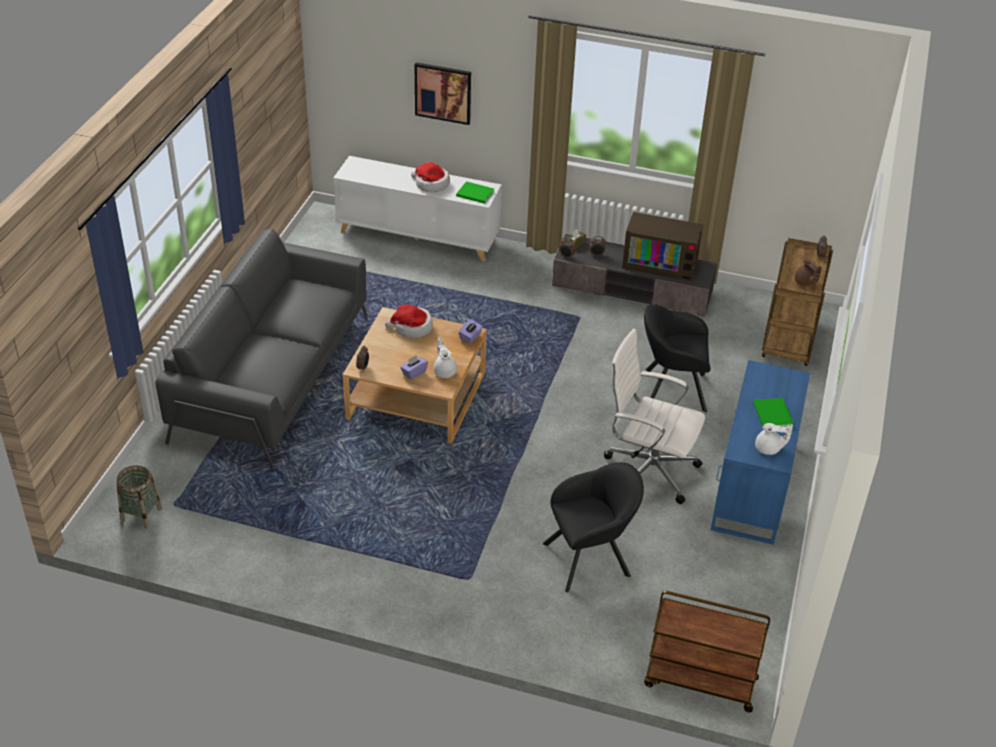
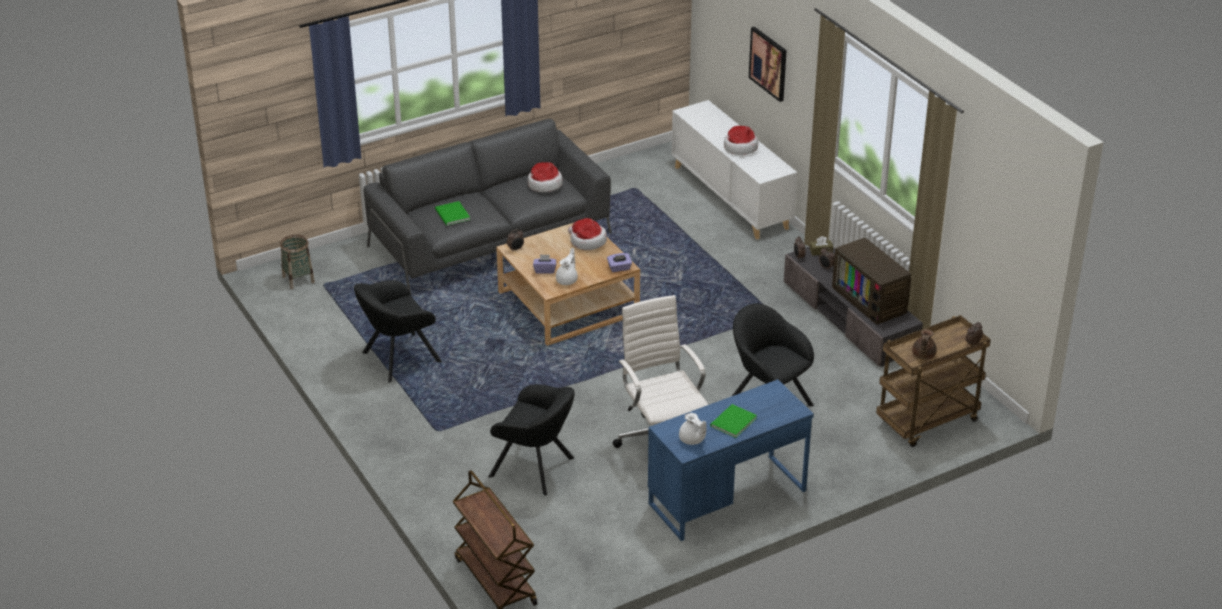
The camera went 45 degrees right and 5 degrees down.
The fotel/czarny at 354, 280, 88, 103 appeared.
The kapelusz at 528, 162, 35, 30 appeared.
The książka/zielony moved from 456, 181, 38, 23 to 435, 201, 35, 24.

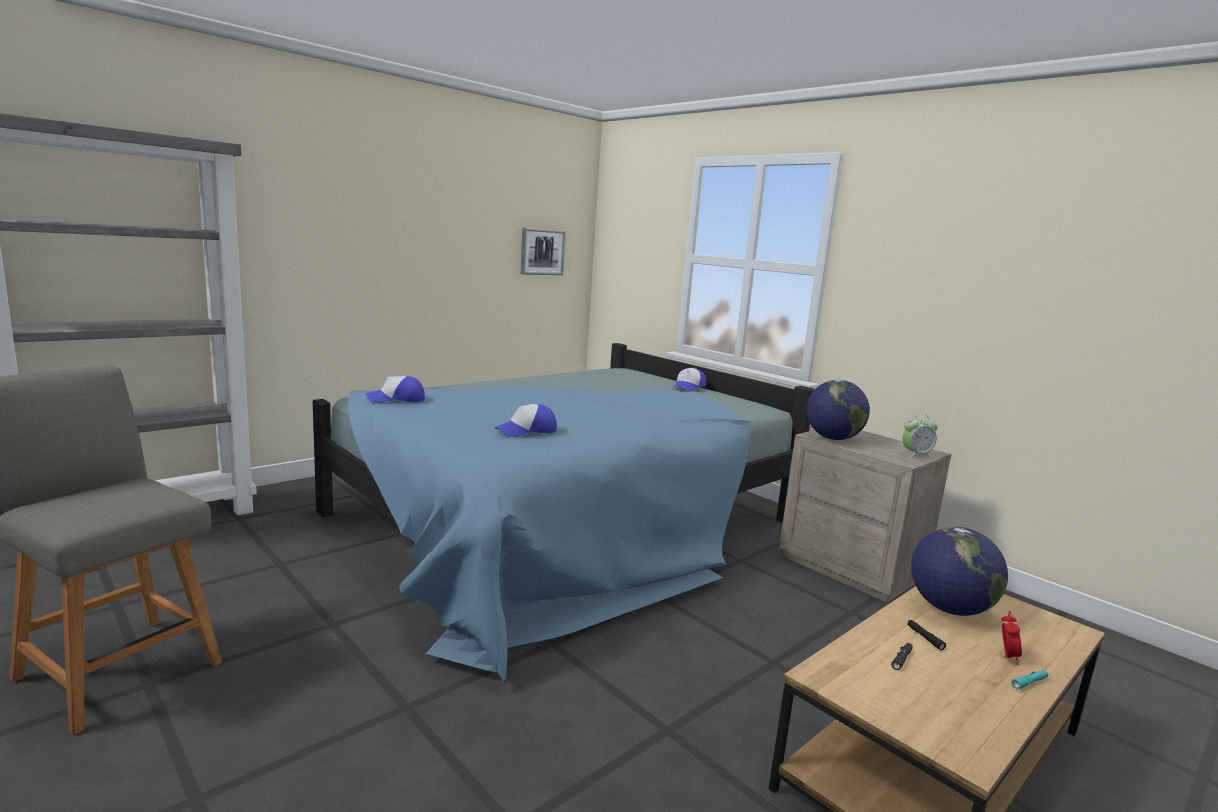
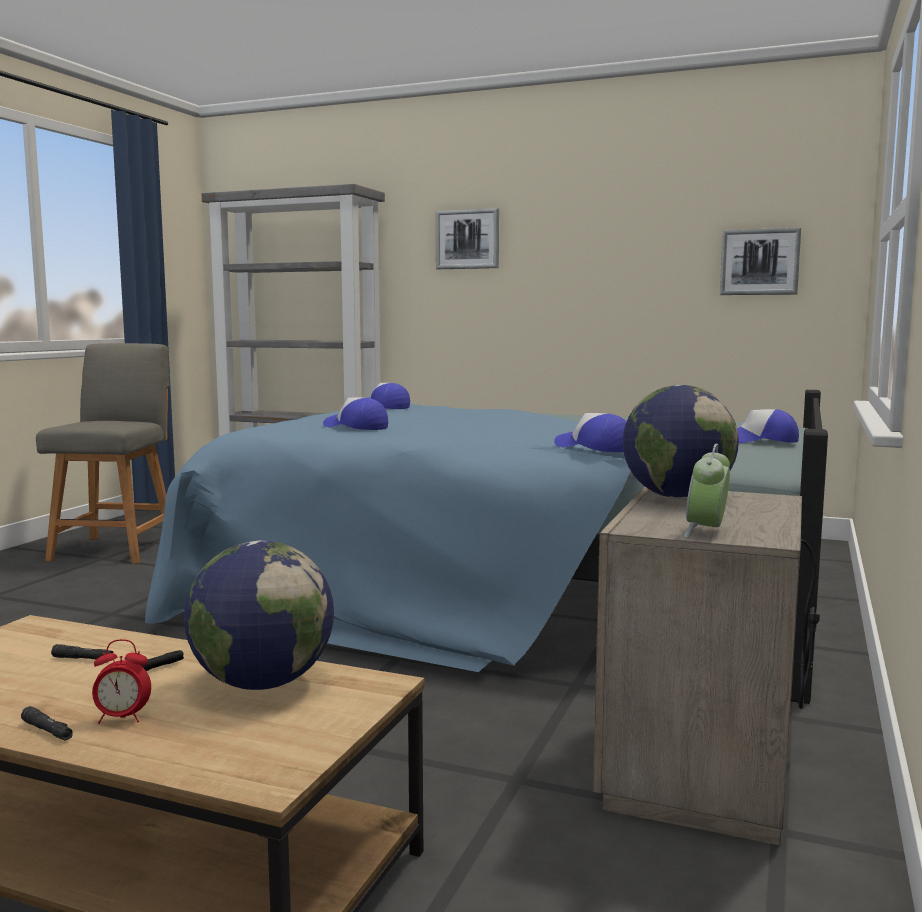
The camera went 65 degrees right and 5 degrees down.
The obraz at 436, 208, 63, 61 appeared.
The czapka z daszkiem at 554, 413, 72, 39 appeared.
The latarka/turkusowy at 1011, 670, 37, 19 became the latarka/czarny at 21, 706, 52, 34.
The budzik at 902, 414, 36, 44 turned 60 degrees clockwise.

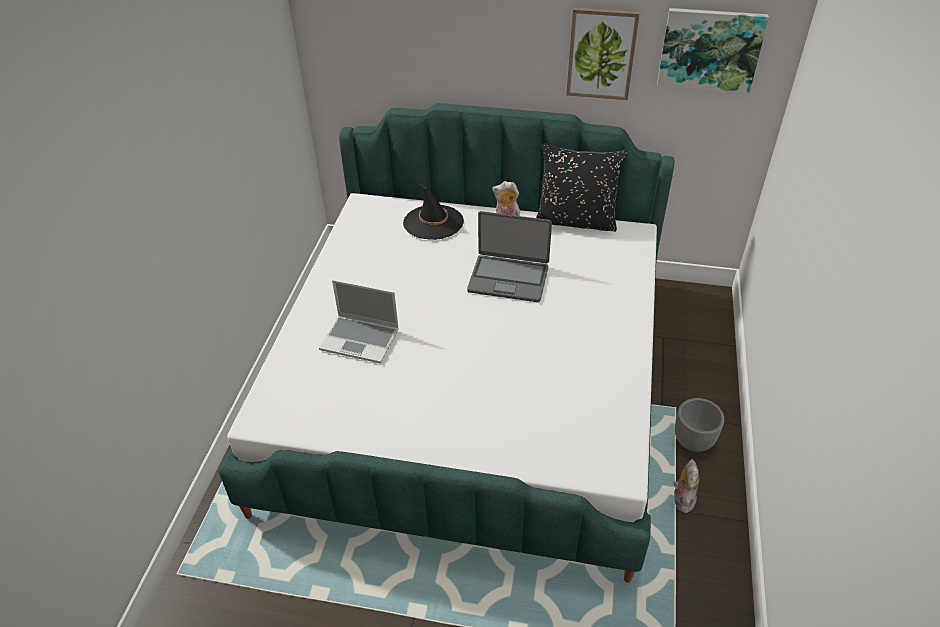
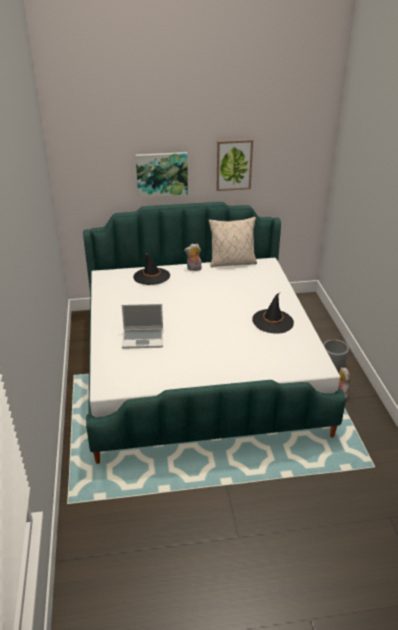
The camera went 20 degrees left and 10 degrees down.
The laptop at 467, 211, 85, 91 disappeared.
The kapelusz/czarny at 252, 293, 42, 40 appeared.
The obraz moved from 657, 8, 112, 86 to 136, 152, 52, 46.
The poduszka/czarny at 536, 143, 91, 89 became the poduszka/beżowy at 208, 217, 49, 50.

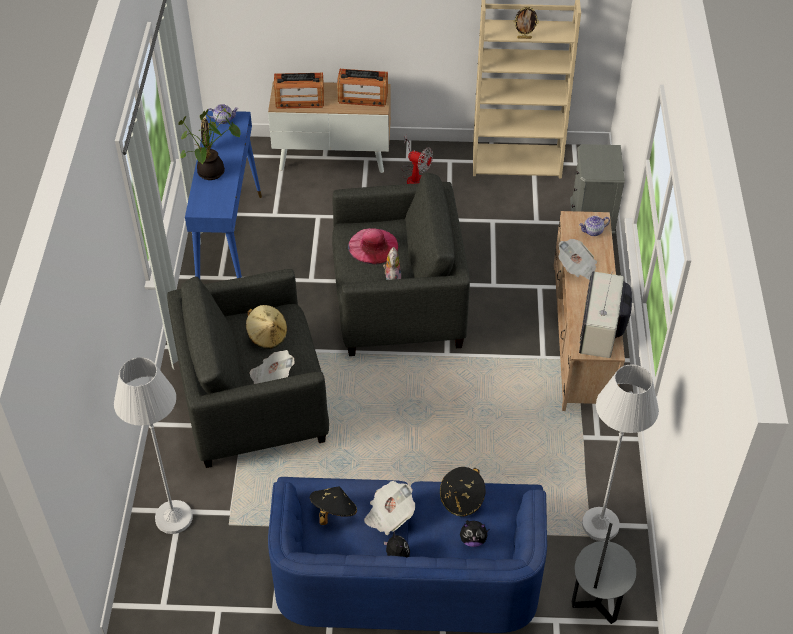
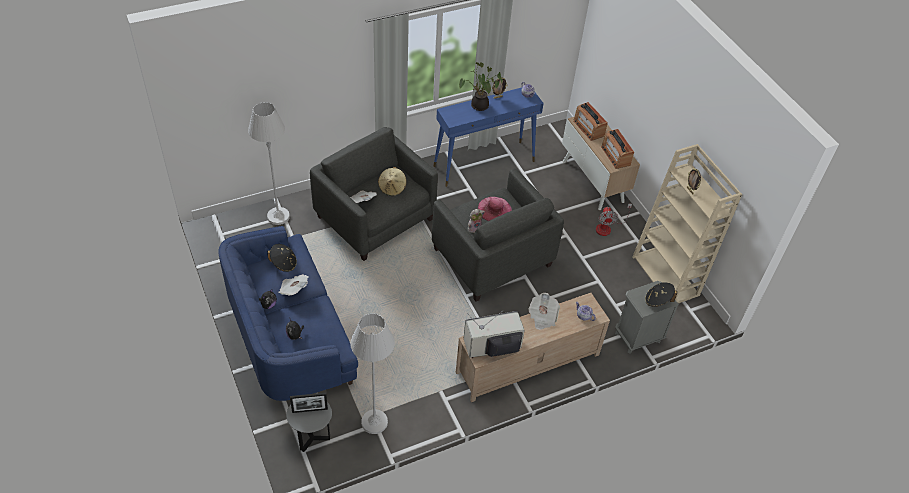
The camera went 60 degrees right and 0 degrees up.
The kapelusz/czarny moved from 440, 467, 46, 50 to 645, 282, 32, 25.

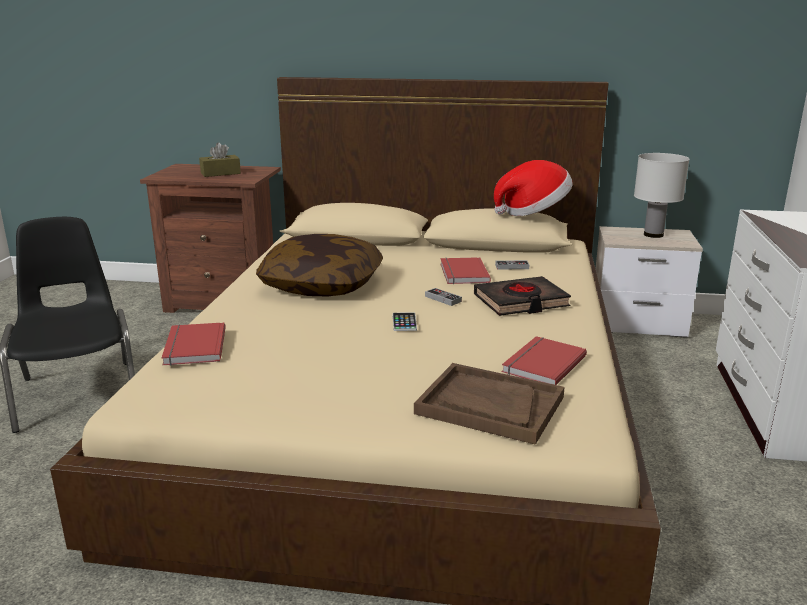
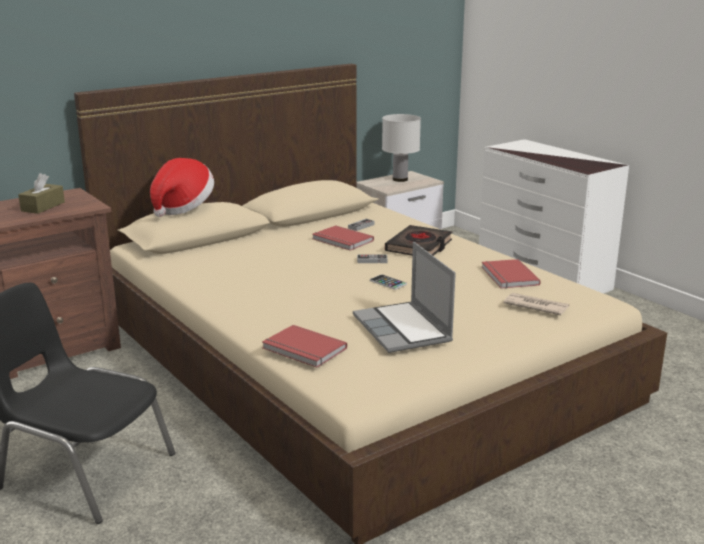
The camera went 45 degrees left and 0 degrees up.
The poduszka at 256, 234, 127, 63 disappeared.
The laptop at 353, 242, 103, 111 appeared.
The kapelusz moved from 494, 160, 79, 56 to 150, 158, 64, 59.
The taca/brązowy at 414, 363, 151, 82 was replaced by the gazeta at 503, 293, 66, 22.

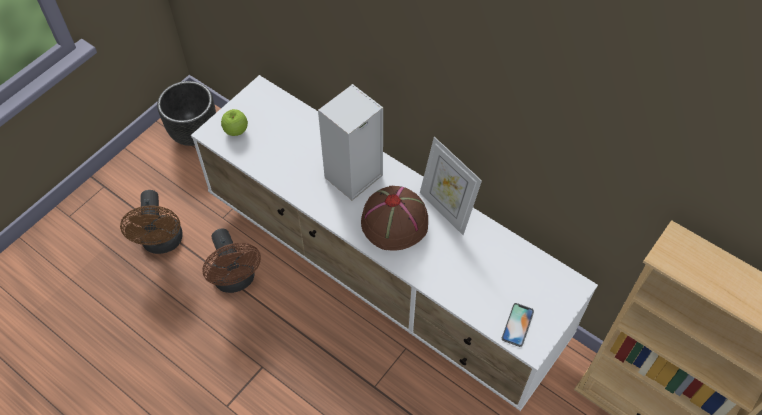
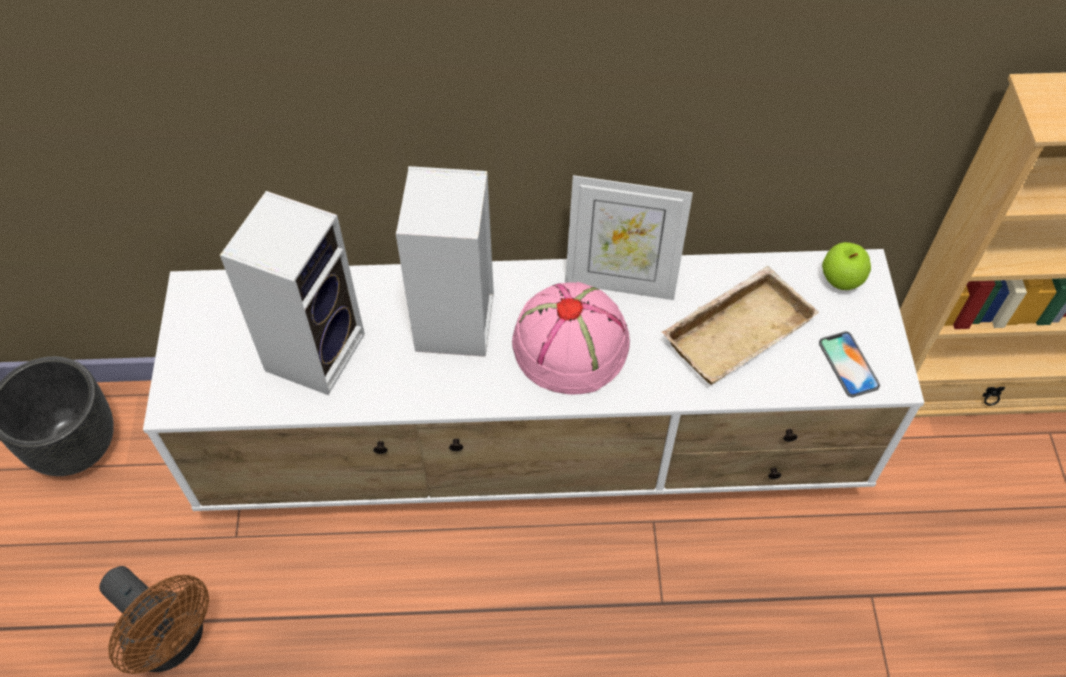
The camera went 40 degrees left and 0 degrees up.
The wentylator/brązowy at 202, 228, 59, 65 disappeared.
The głośnik at 220, 191, 145, 204 appeared.
The taca/beżowy at 662, 266, 157, 119 appeared.
The jabłko moved from 221, 109, 27, 27 to 822, 242, 49, 48.
The kapelusz/brązowy at 361, 186, 67, 65 became the kapelusz/różowy at 512, 282, 118, 112.

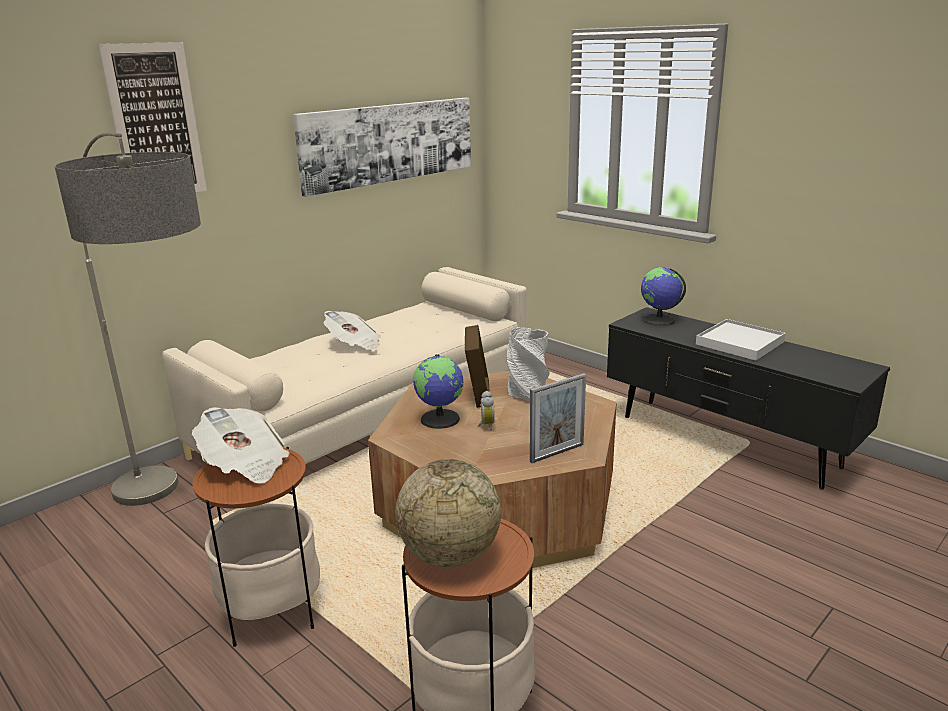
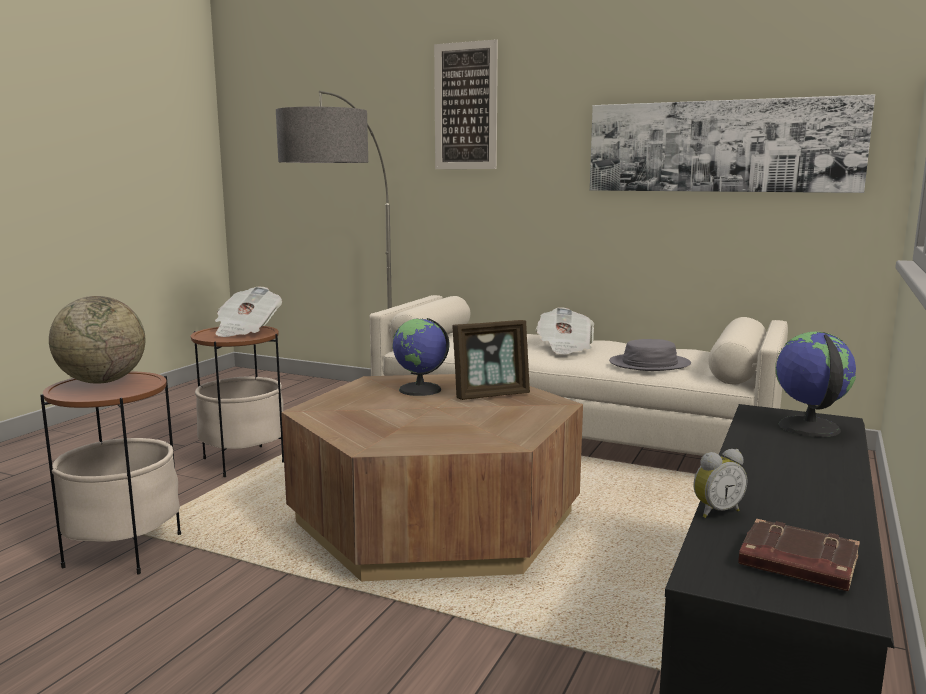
The camera went 70 degrees right and 10 degrees down.
The wazon/szary at 507, 327, 42, 75 disappeared.
The ramka na zdjęcie at 530, 373, 56, 90 disappeared.
The taca/biały at 696, 319, 90, 42 disappeared.
The kapelusz/szary at 609, 339, 82, 32 appeared.
The książka/brązowy at 738, 519, 122, 72 appeared.
The budzik moved from 479, 391, 16, 39 to 694, 449, 53, 69.

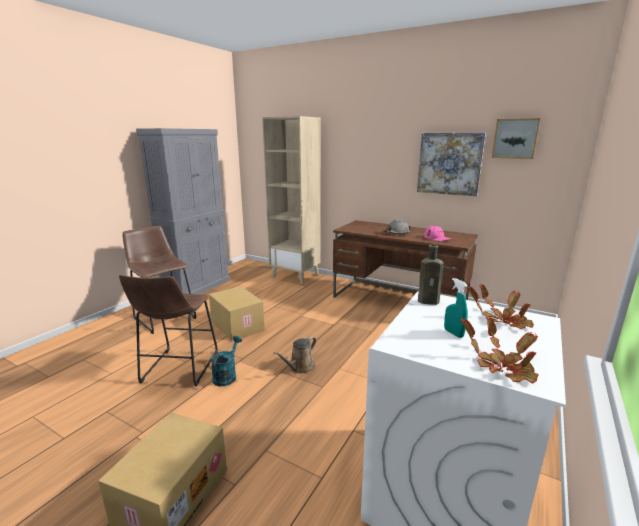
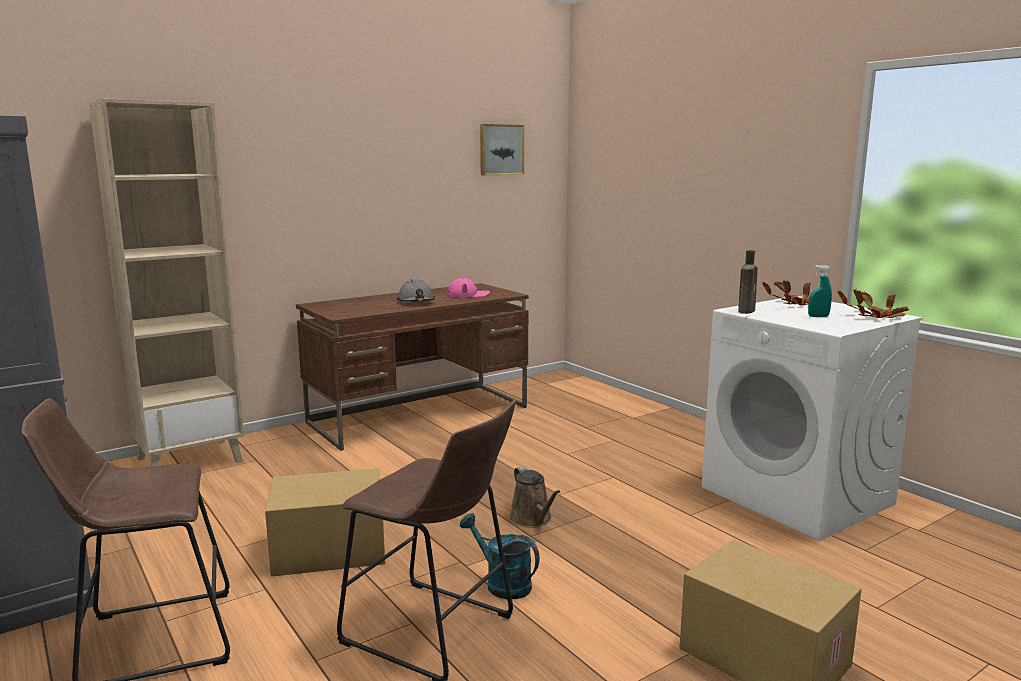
The camera went 65 degrees left and 5 degrees down.
The obraz at 417, 133, 69, 63 disappeared.

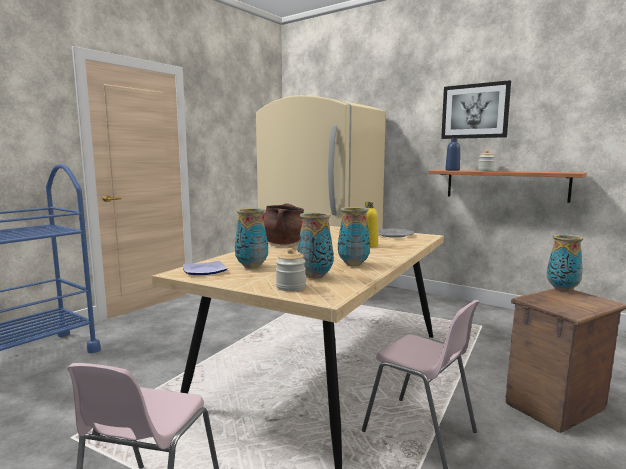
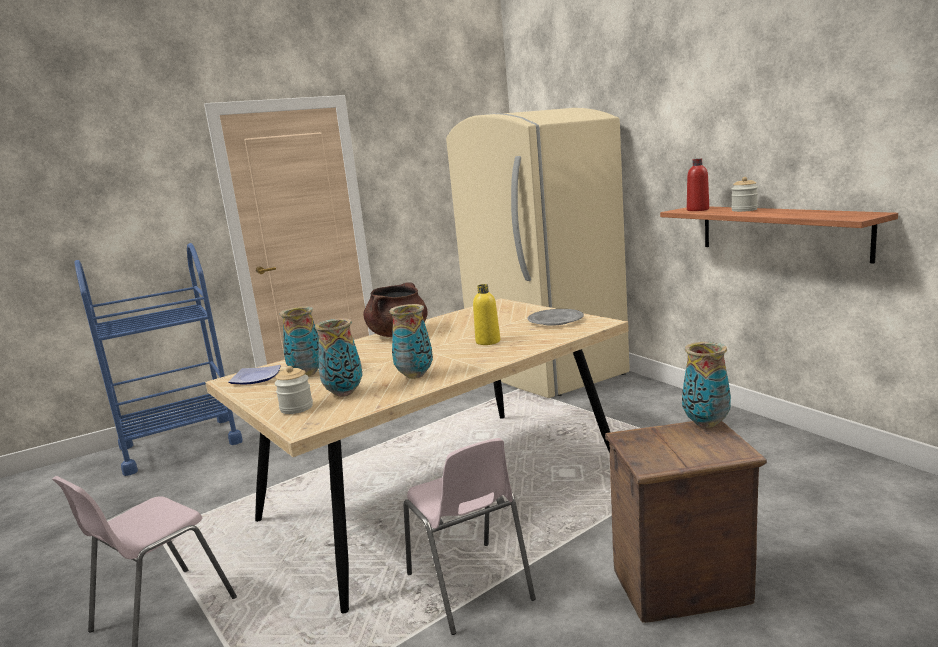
The camera went 25 degrees right and 5 degrees up.
The obraz at 441, 80, 70, 59 disappeared.
The butelka/niebieski at 445, 138, 15, 33 became the butelka/czerwony at 687, 158, 22, 53.

